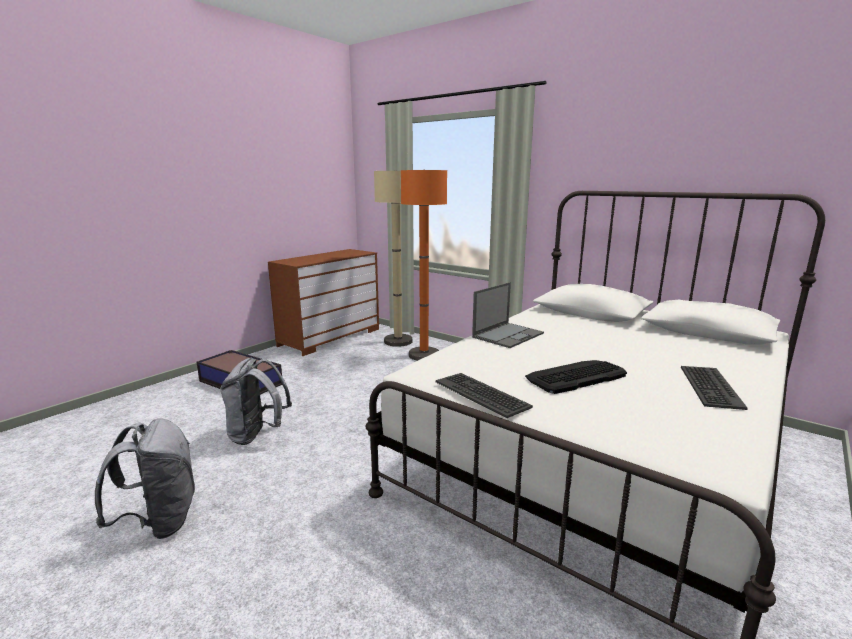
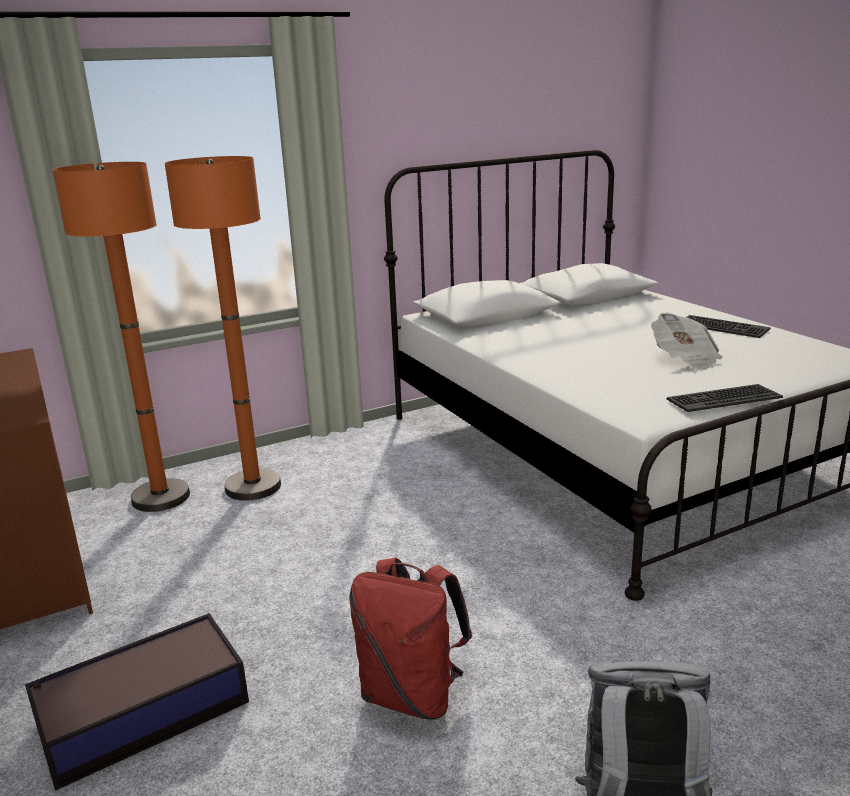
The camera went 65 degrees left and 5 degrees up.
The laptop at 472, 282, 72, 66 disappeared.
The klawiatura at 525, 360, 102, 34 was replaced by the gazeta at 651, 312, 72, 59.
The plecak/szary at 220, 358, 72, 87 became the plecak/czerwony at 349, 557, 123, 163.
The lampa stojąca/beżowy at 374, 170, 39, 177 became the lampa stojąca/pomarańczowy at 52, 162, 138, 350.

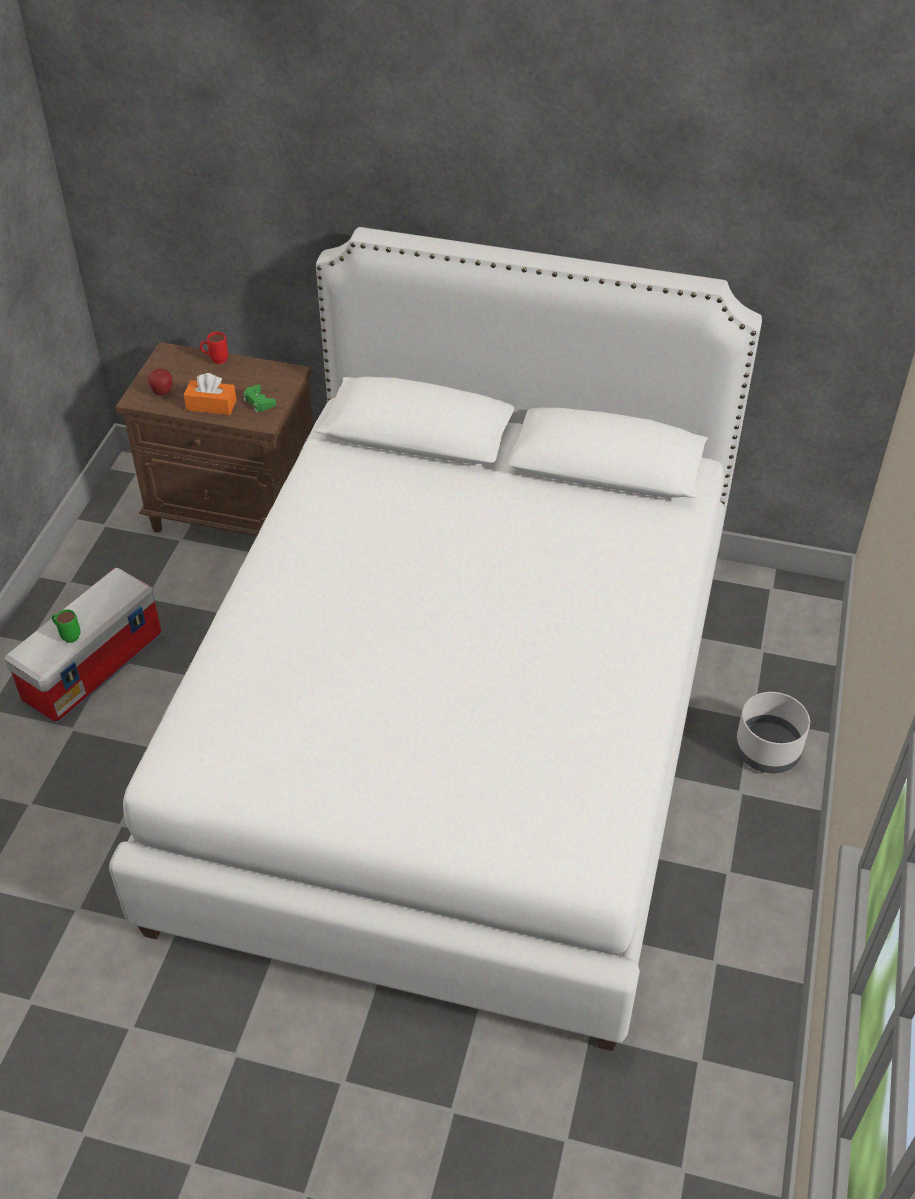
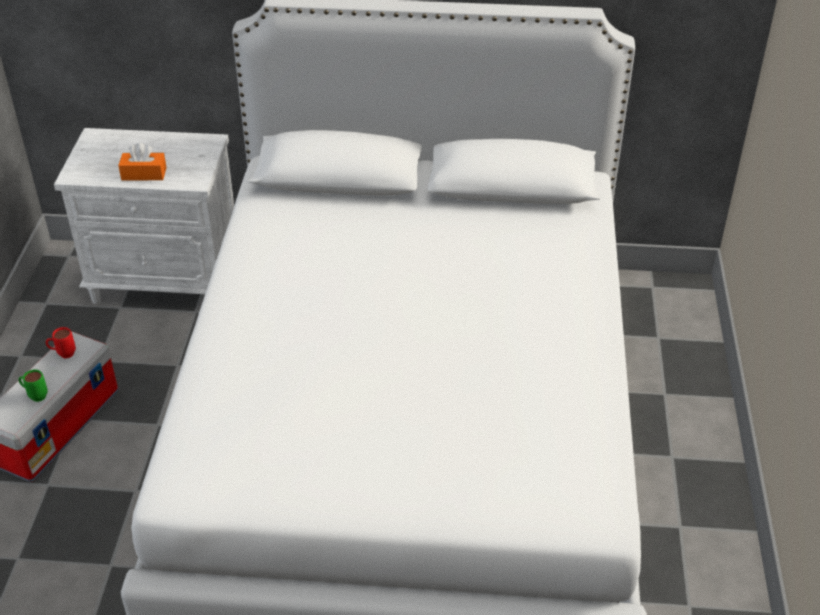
The camera went 10 degrees left and 5 degrees down.
The jabłko at 148, 369, 25, 27 disappeared.
The pad do gier/zielony at 243, 384, 33, 28 disappeared.
The donica/szary at 735, 692, 75, 81 disappeared.
The kubek/czerwony moved from 200, 332, 28, 32 to 46, 327, 30, 31.
The szafka nocna/brązowy at 115, 342, 198, 194 became the szafka nocna/biały at 54, 128, 180, 176.

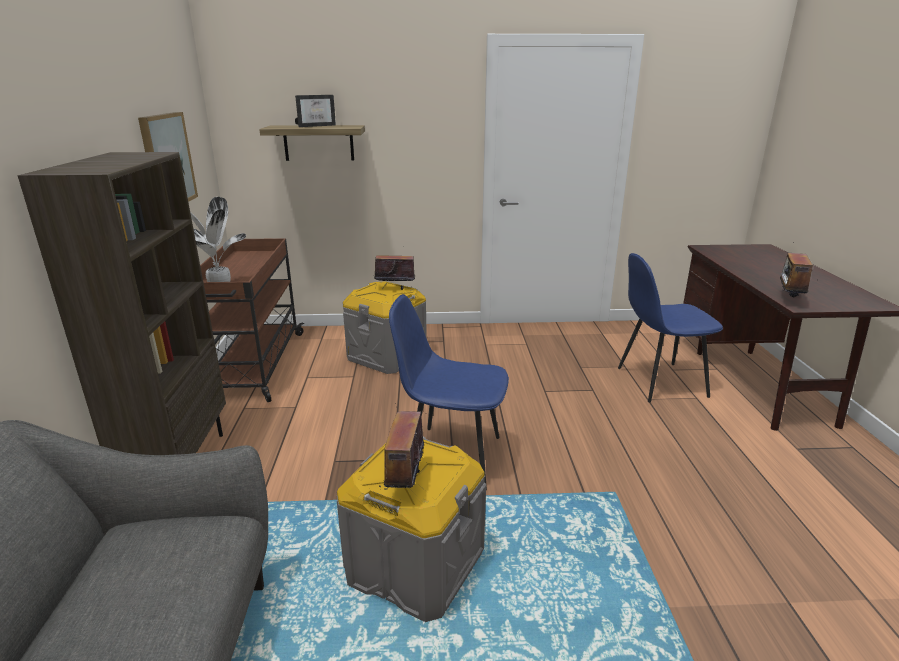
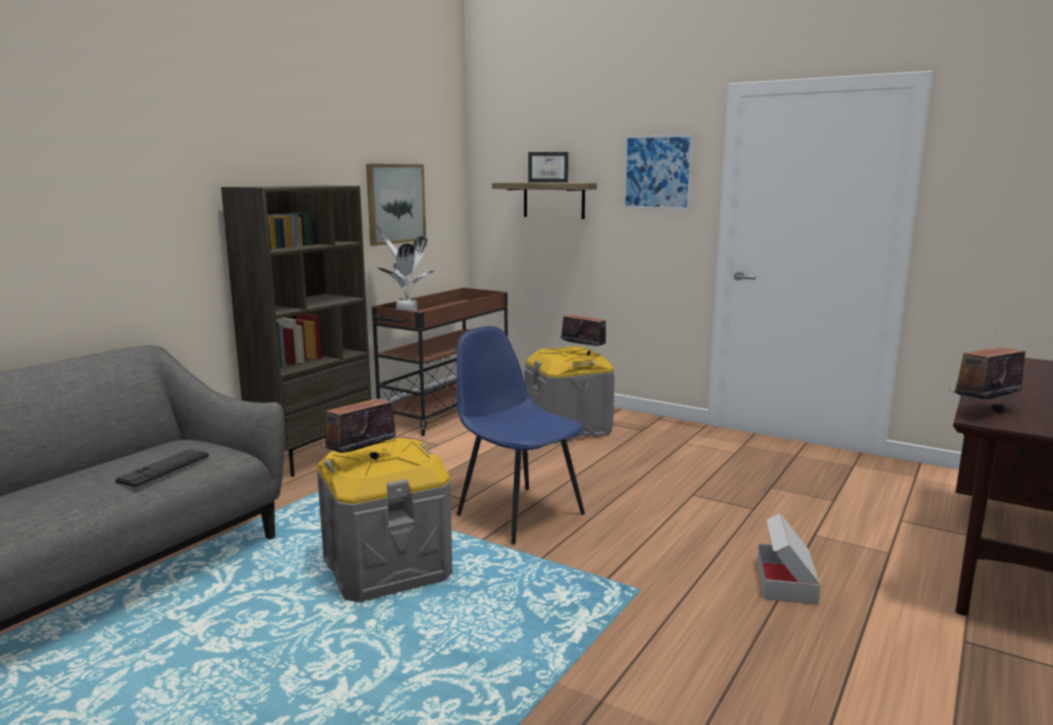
The camera went 35 degrees right and 10 degrees down.
The krzesło/niebieski at 618, 253, 105, 150 disappeared.
The klawiatura at 115, 449, 94, 38 appeared.
The obraz at 623, 134, 71, 76 appeared.
The karton at 757, 513, 63, 92 appeared.

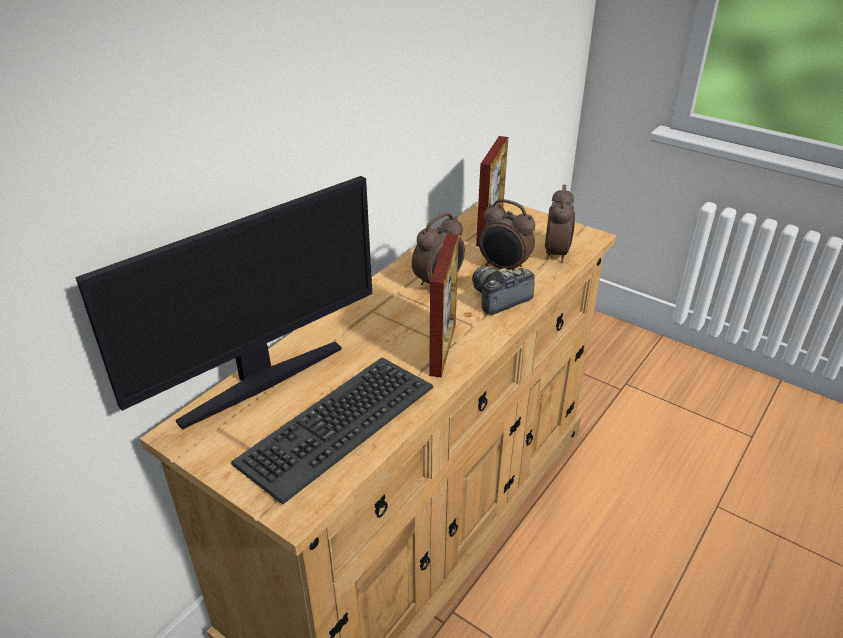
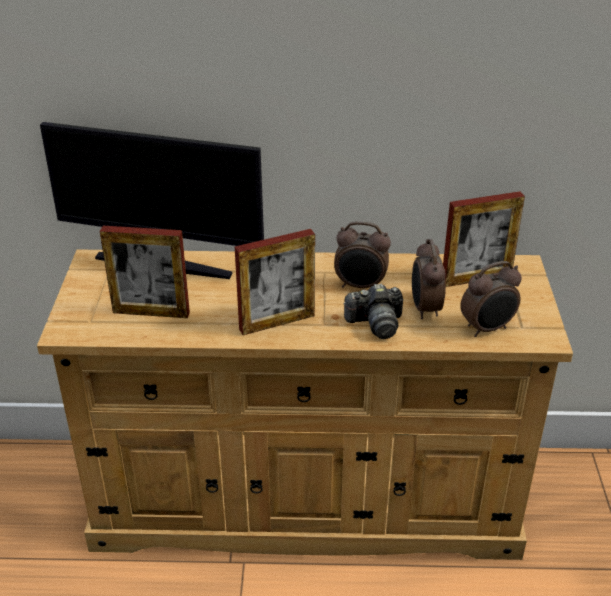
The camera went 55 degrees right and 0 degrees up.
The klawiatura at 231, 357, 202, 148 was replaced by the ramka na zdjęcie at 100, 226, 90, 92.
The aparat fotograficzny at 472, 266, 63, 49 turned 150 degrees clockwise.

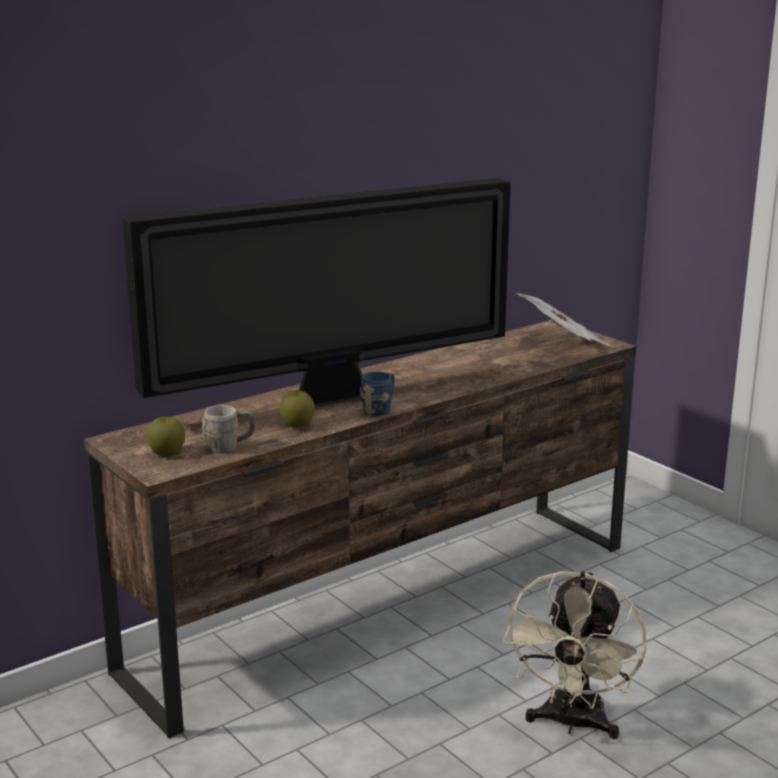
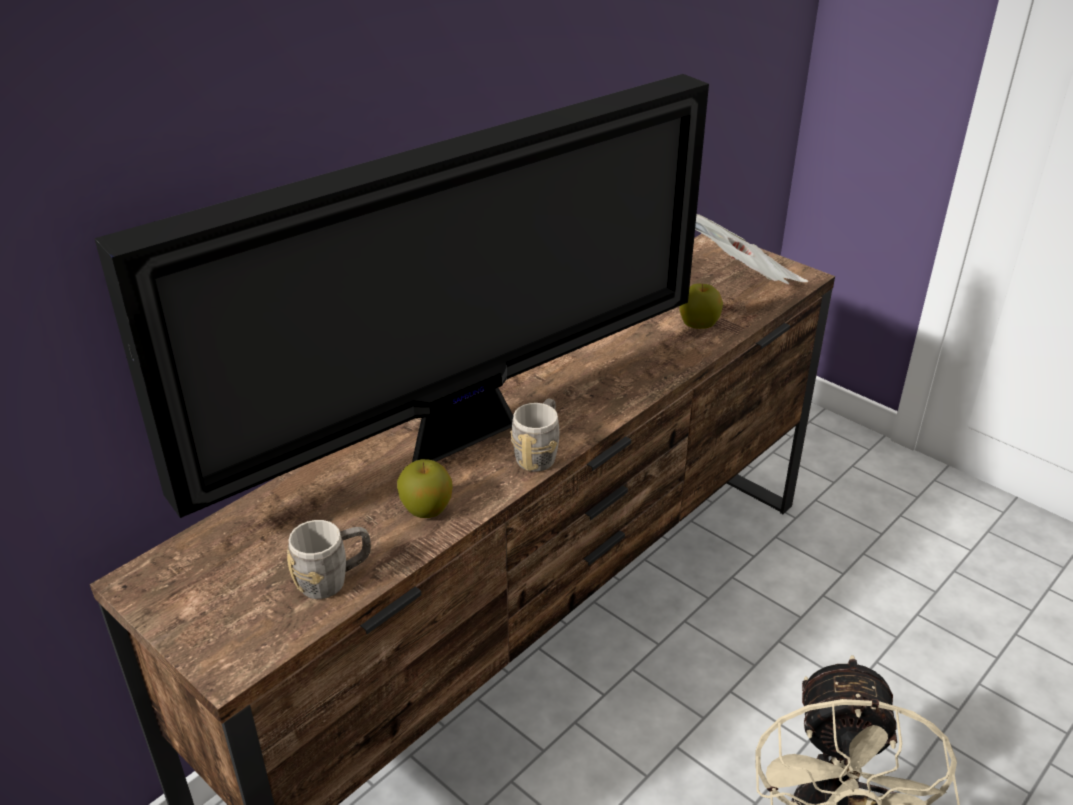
The camera went 10 degrees left and 15 degrees up.
The jabłko moved from 147, 416, 38, 40 to 679, 283, 44, 46.
The kubek/niebieski at 360, 372, 35, 44 became the kubek/szary at 510, 398, 50, 74.

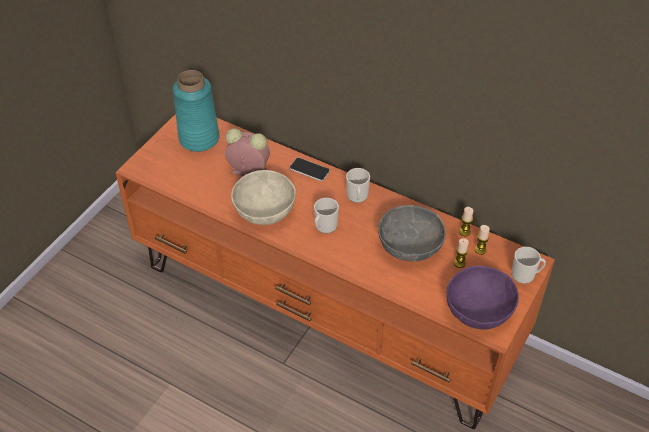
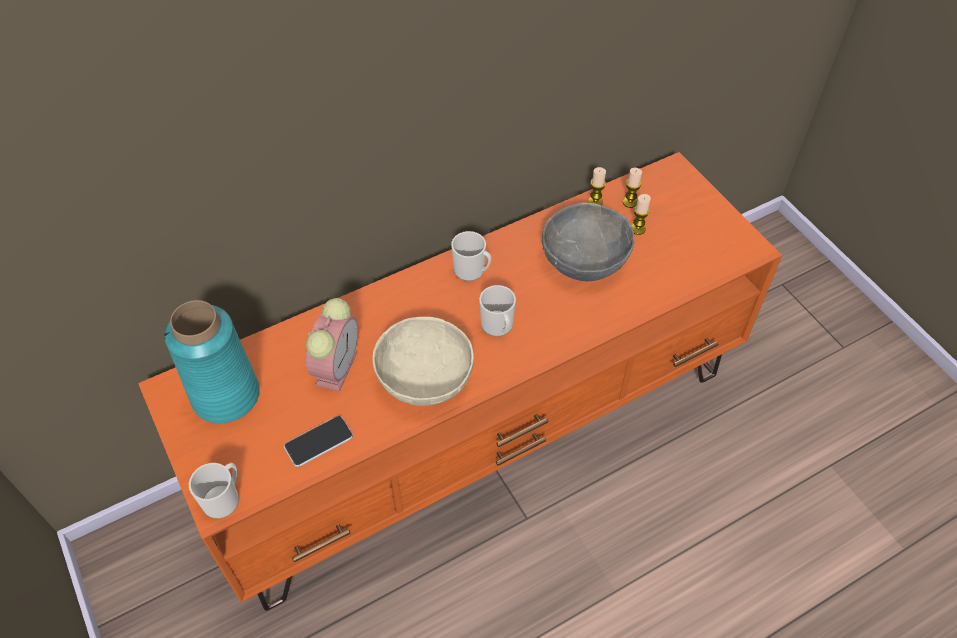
The camera went 60 degrees left and 5 degrees up.
The miska/fioletowy at 447, 266, 72, 63 disappeared.
The telefon moved from 289, 157, 41, 24 to 284, 416, 69, 51.
The kubek moved from 511, 247, 35, 37 to 189, 463, 50, 56.
The budzik at 225, 128, 45, 48 turned 150 degrees clockwise.

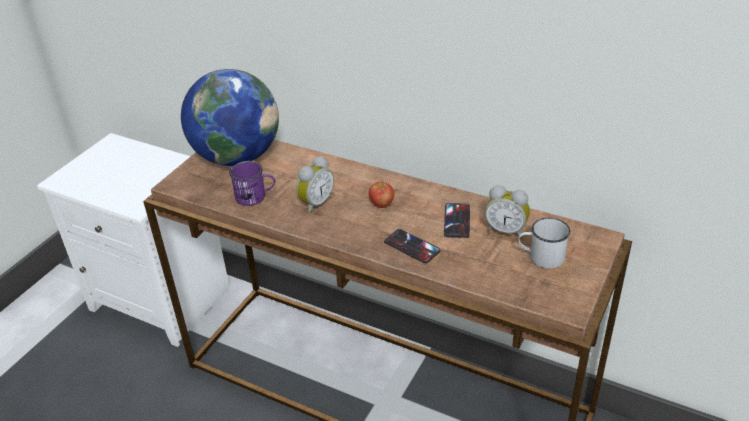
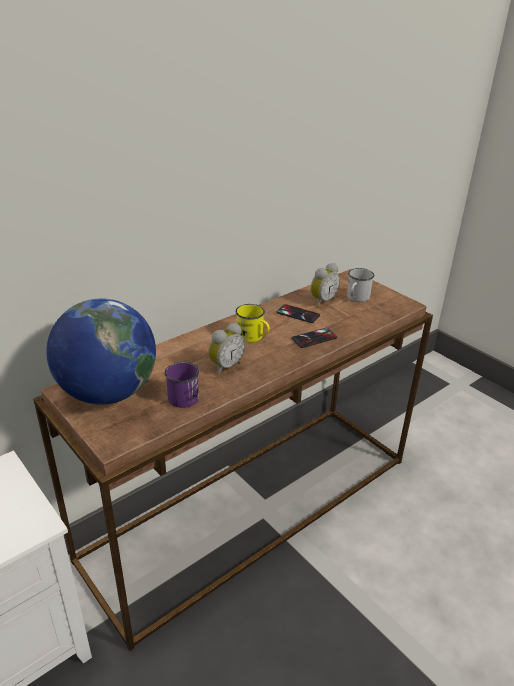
The camera went 70 degrees left and 5 degrees down.
The jabłko at 369, 181, 25, 27 was replaced by the kubek/żółty at 236, 304, 34, 38.
The budzik at 296, 156, 38, 58 turned 75 degrees clockwise.

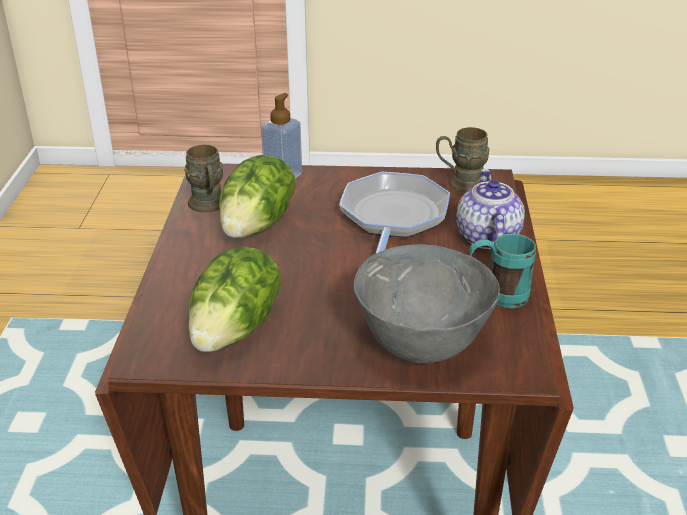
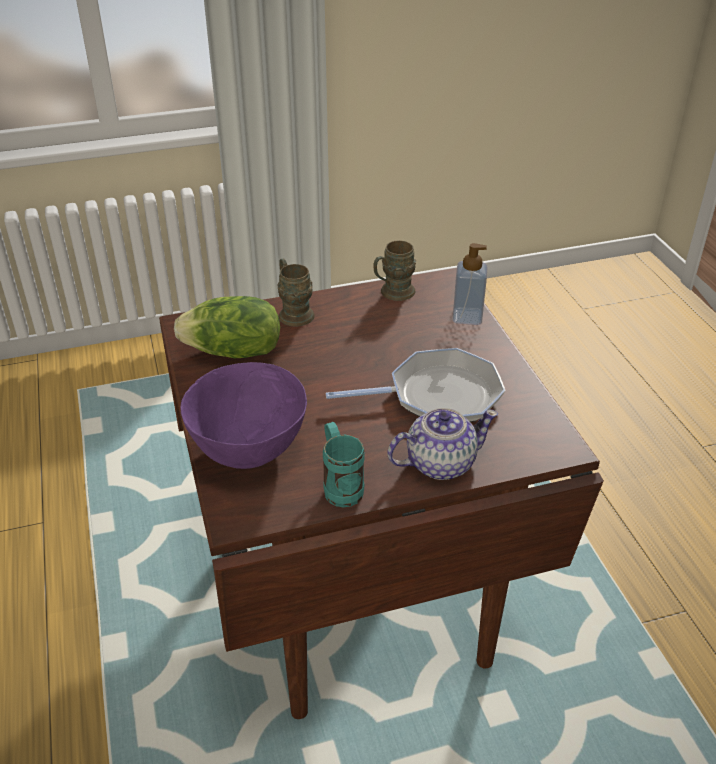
The camera went 70 degrees right and 5 degrees up.
The sałata at 219, 155, 77, 83 disappeared.
The kubek/brązowy moved from 436, 127, 54, 66 to 277, 258, 38, 69.
The miska/szary at 353, 244, 147, 119 became the miska/fioletowy at 181, 362, 126, 107.

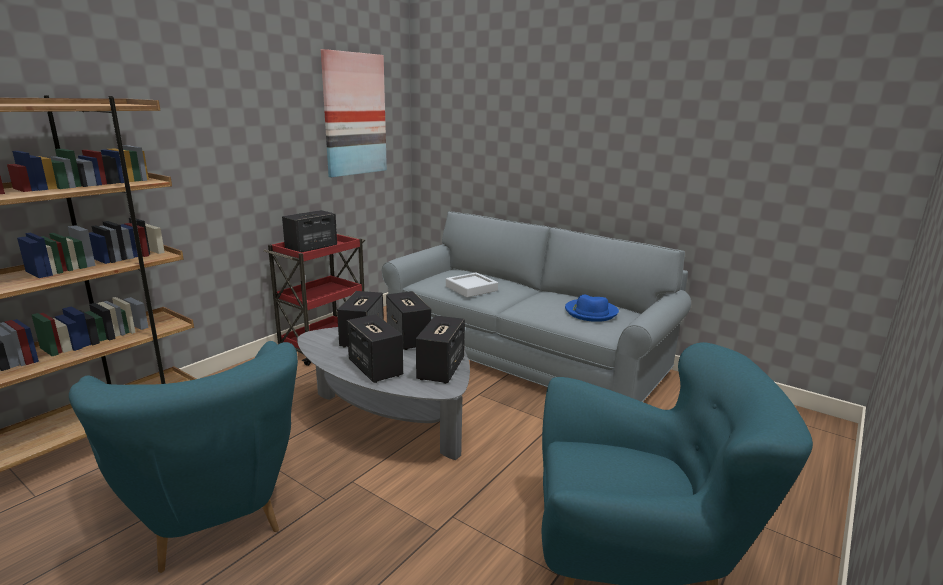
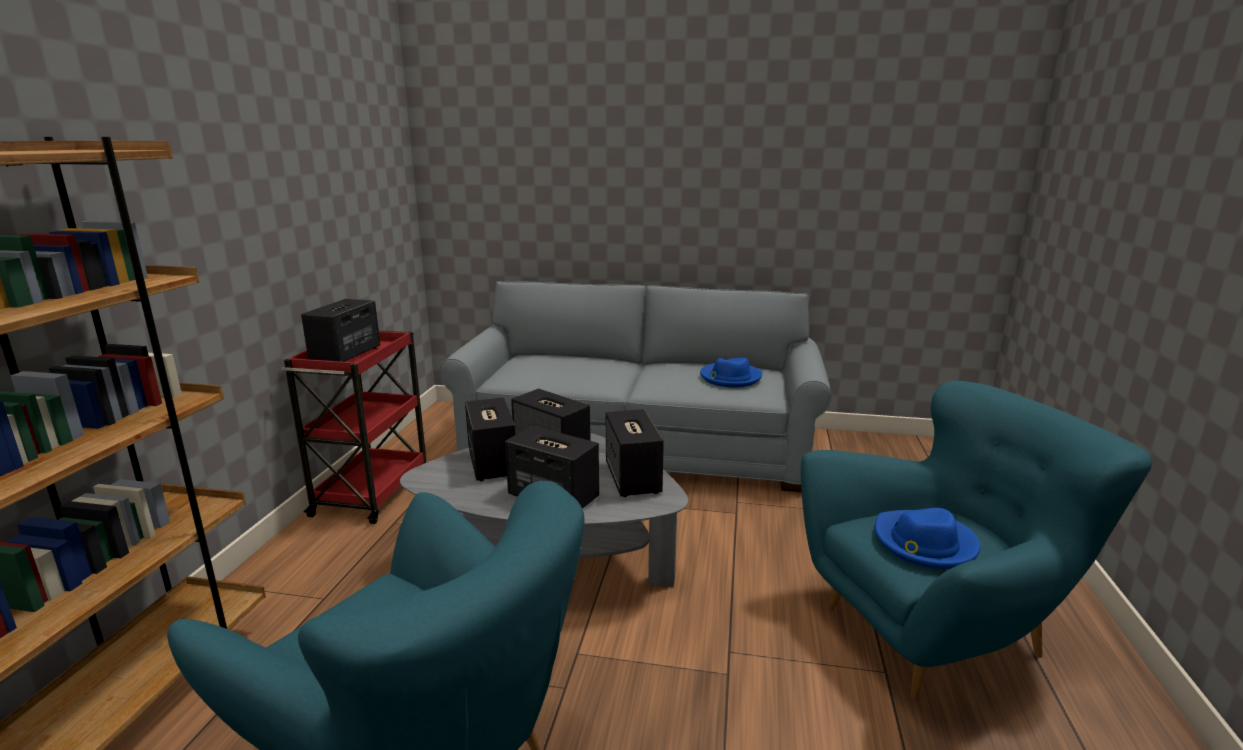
The camera went 25 degrees left and 0 degrees up.
The obraz at 321, 49, 66, 128 disappeared.
The taca/szary at 446, 272, 52, 26 disappeared.
The kapelusz/niebieski at 875, 508, 105, 61 appeared.

